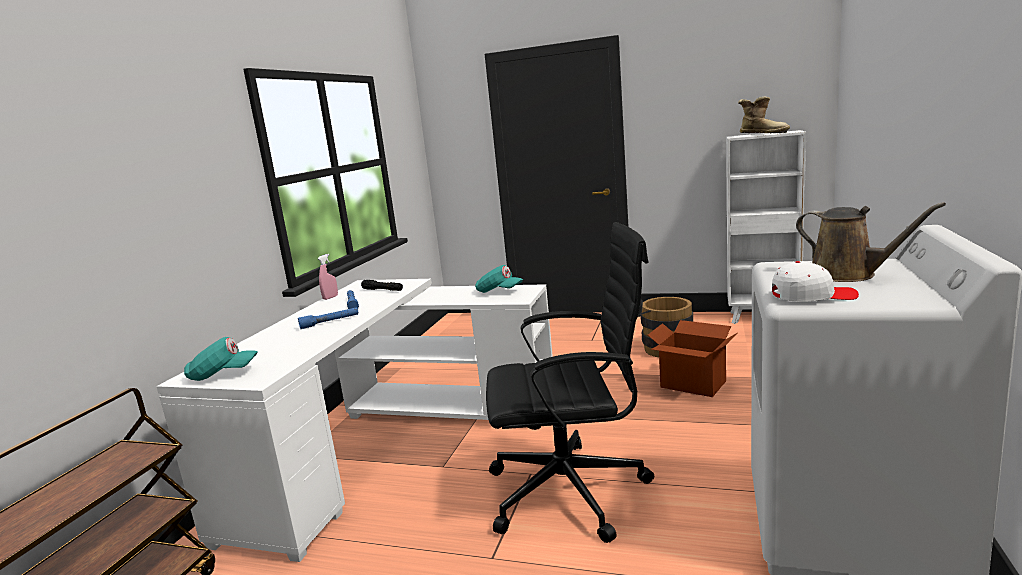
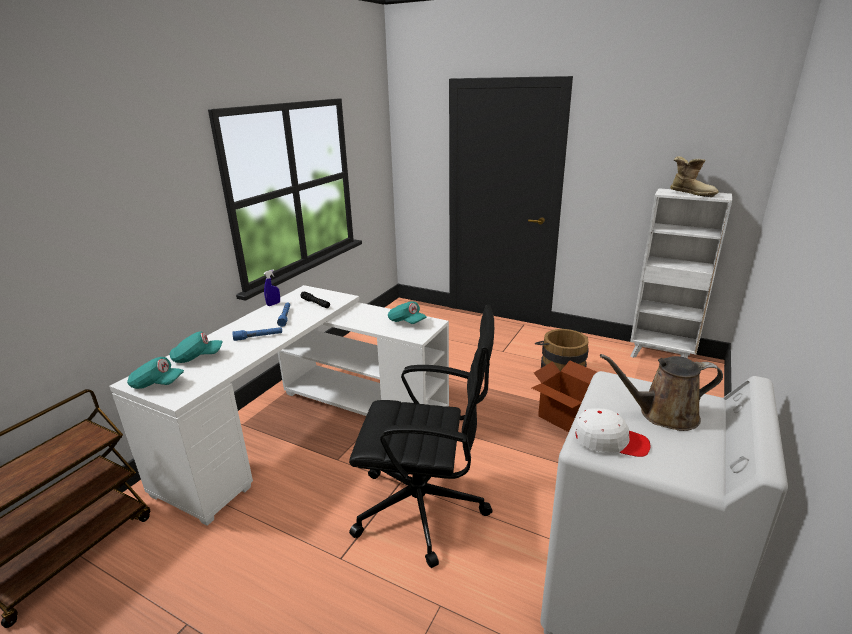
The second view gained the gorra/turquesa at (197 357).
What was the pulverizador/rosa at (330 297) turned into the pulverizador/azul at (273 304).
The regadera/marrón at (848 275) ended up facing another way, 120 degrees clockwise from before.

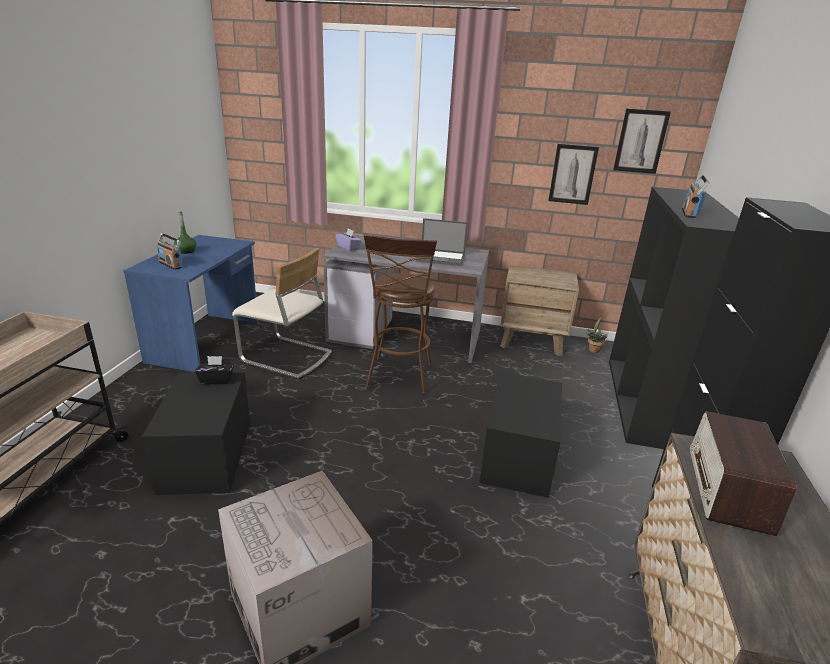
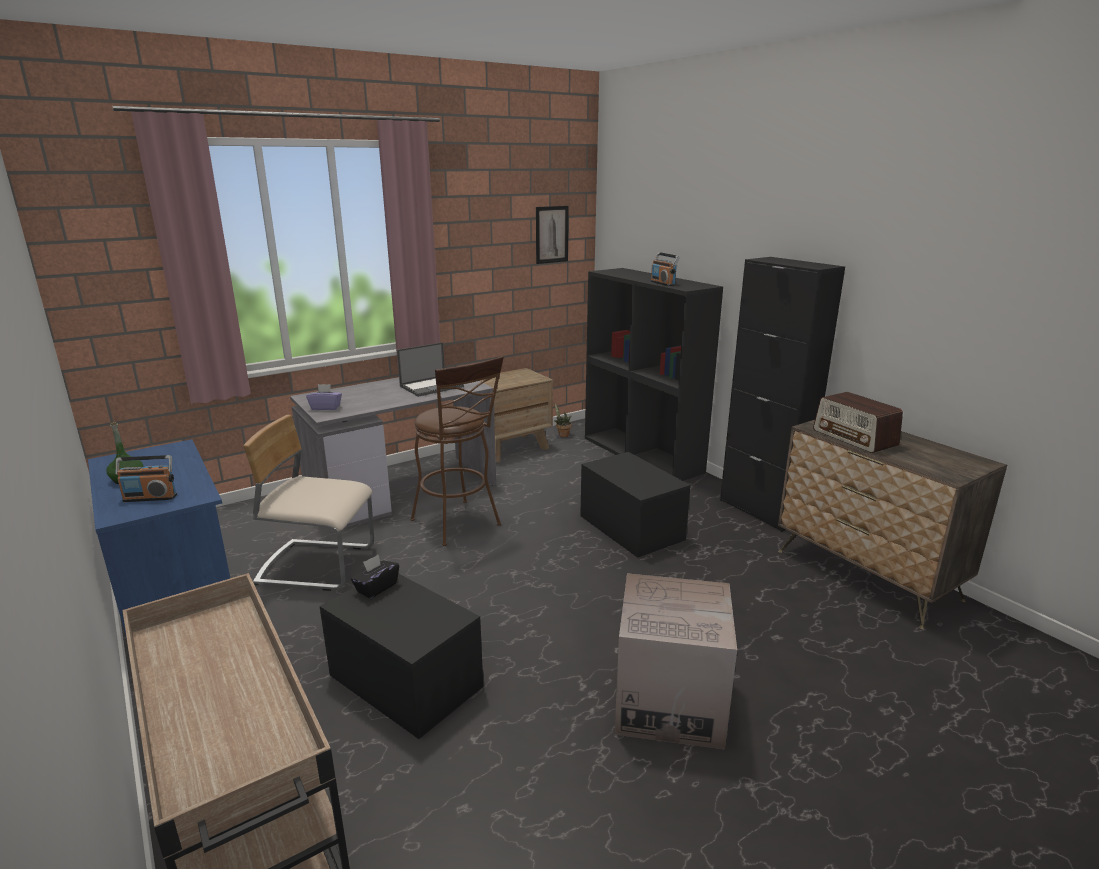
The second view lost the cuadro at (572 174).
The silla/beis at (286 358) ended up facing another way, 150 degrees counterclockwise from before.

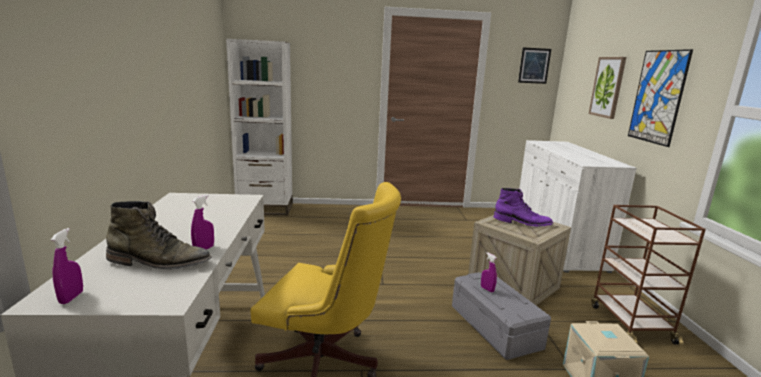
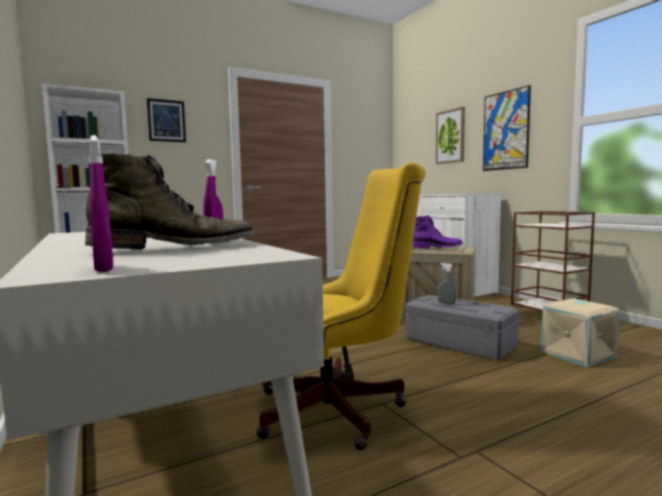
The cuadro ended up elsewhere, having gone from (534 65) to (166 120).
What was the pulverizador/morado at (487 289) turned into the pulverizador/gris at (446 303).

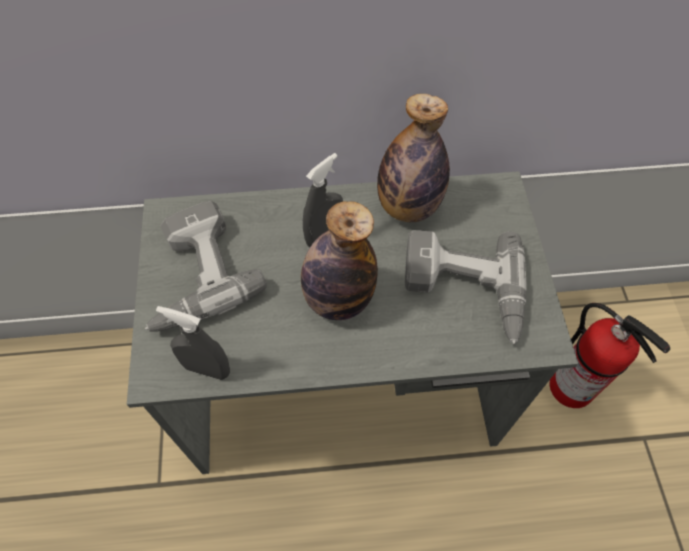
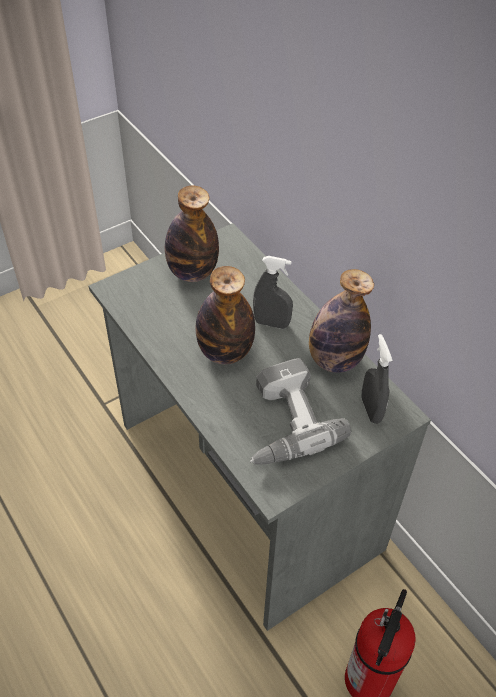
The pulverizador/gris ended up elsewhere, having gone from (207 369) to (371 410).
Where the taladro stood at (193 276), the botella came to stand at (192 272).

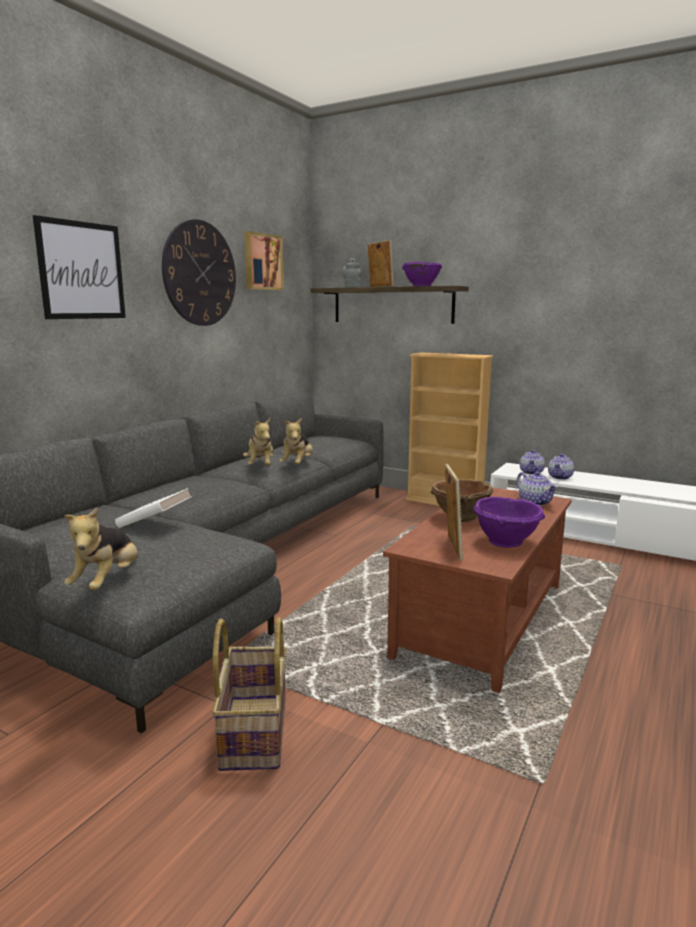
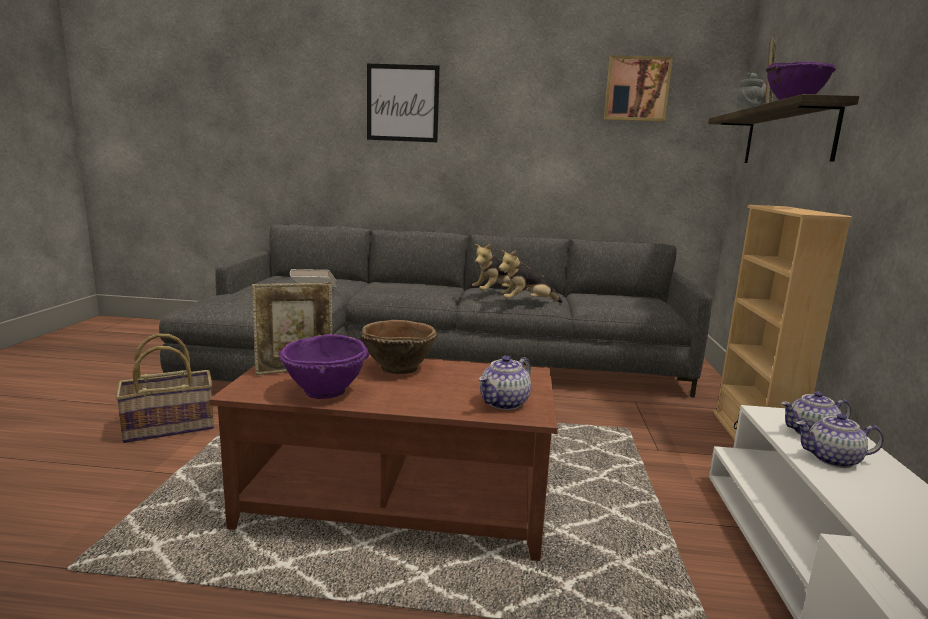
The second view lost the peluche at (107 582).
The second view lost the reloj de pared at (200 273).

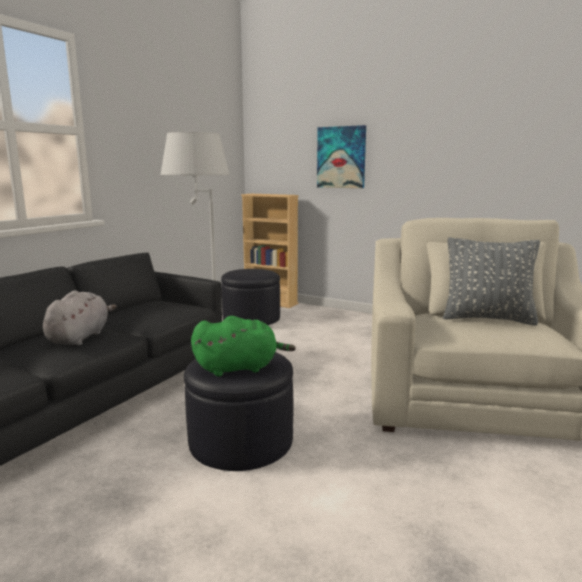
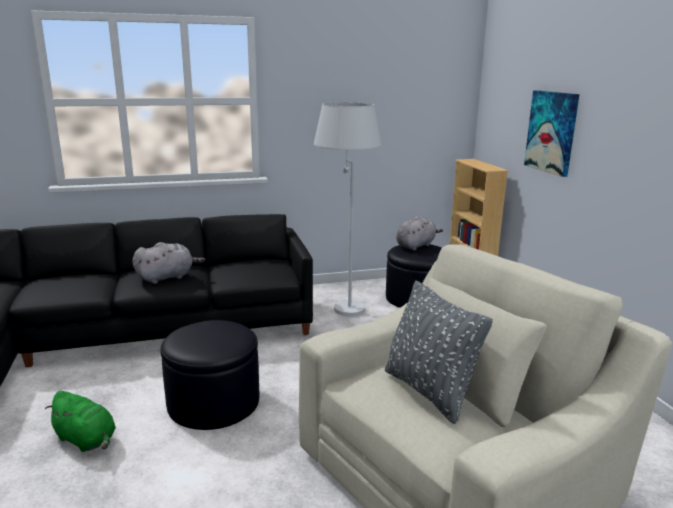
The second view gained the peluche/gris at (416 246).
The peluche/verde ended up elsewhere, having gone from (239 368) to (87 440).

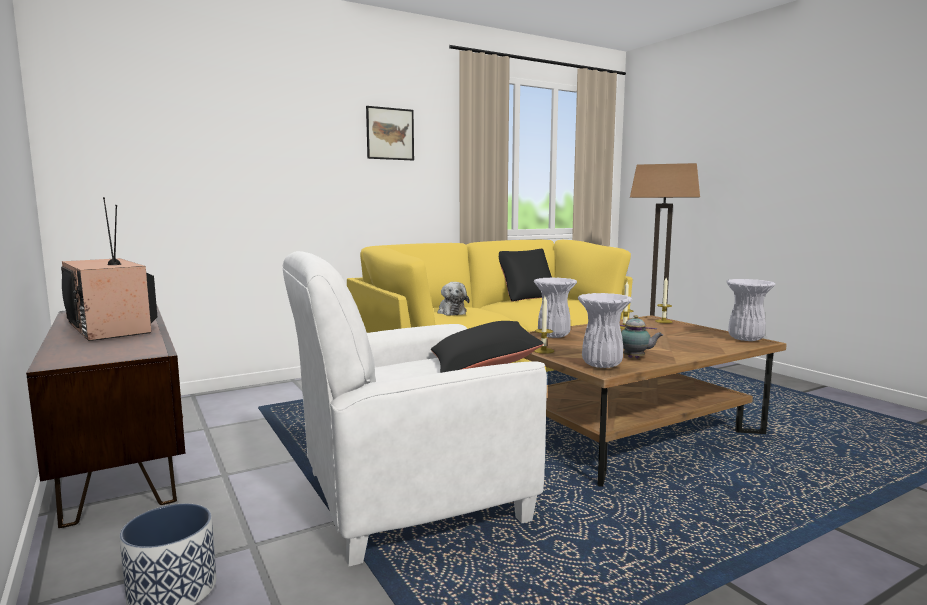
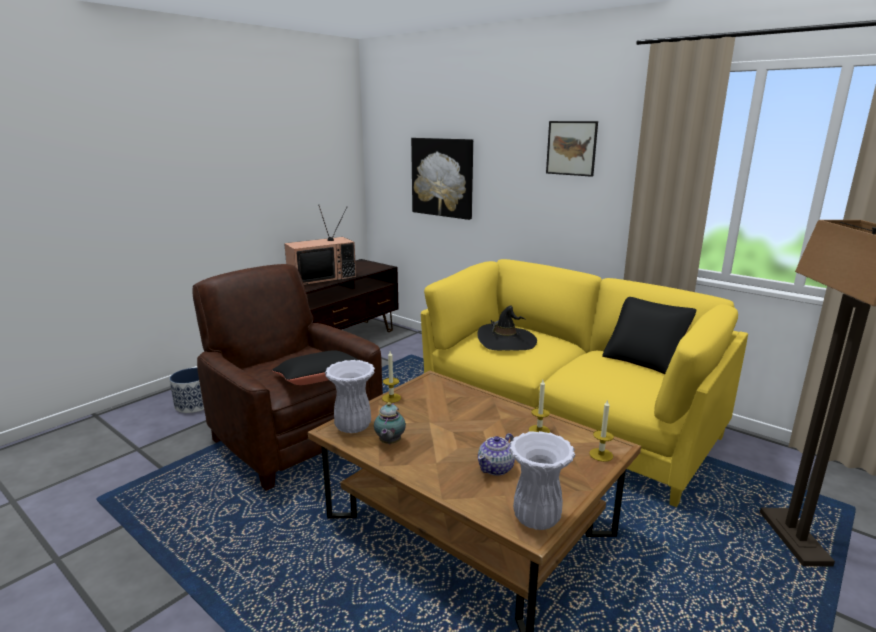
The second view lost the florero/blanco at (554 335).
The second view gained the cuadro at (442 177).
The second view gained the tetera at (496 468).
Where the peluche stood at (451 312), the sombrero/negro came to stand at (506 341).
What was the sillón/blanco at (409 496) turned into the sillón/marrón at (294 438).
The televisor at (111 327) ended up facing another way, 150 degrees counterclockwise from before.

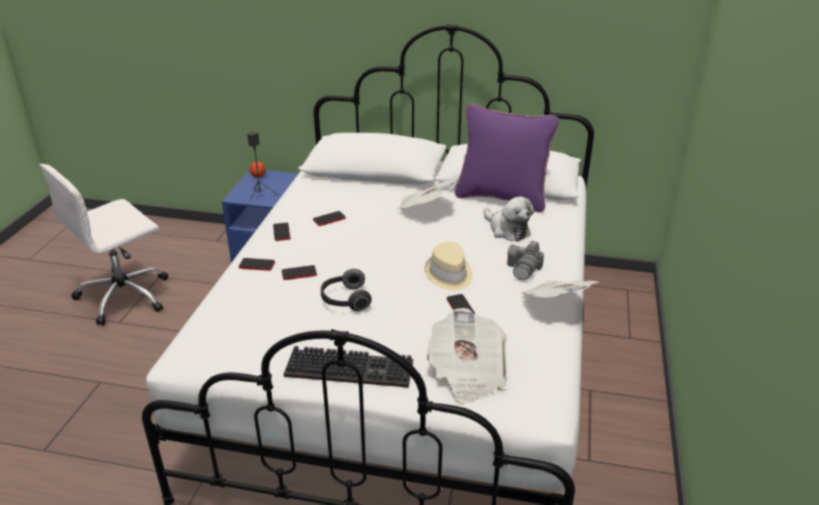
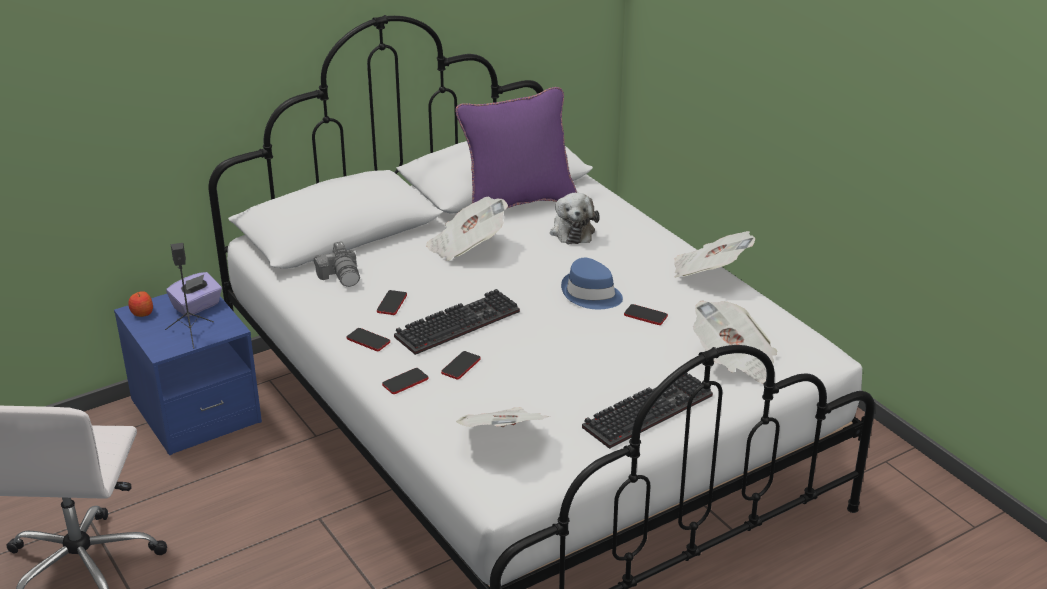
The second view lost the auriculares at (345 300).
The second view gained the caja de pañuelos/morado at (197 306).
The second view gained the teclado at (458 322).
The second view gained the periódico at (503 437).
The cámara ended up elsewhere, having gone from (524 269) to (341 276).
What was the sombrero/beis at (448 274) turned into the sombrero/azul at (591 295).
The peluche at (507 230) ended up facing another way, 75 degrees clockwise from before.

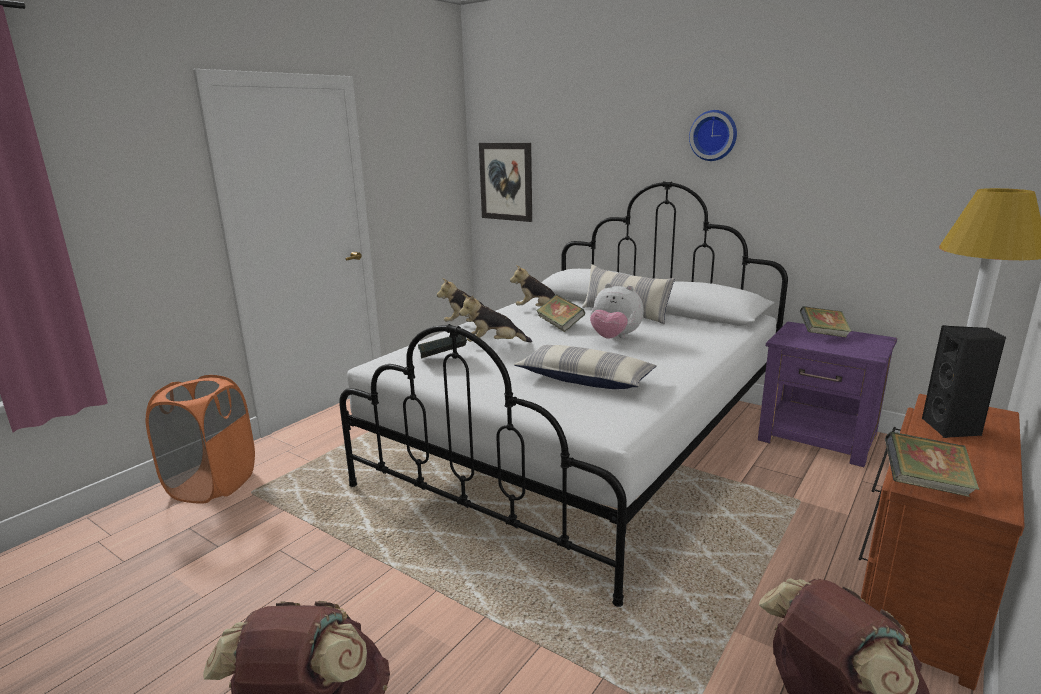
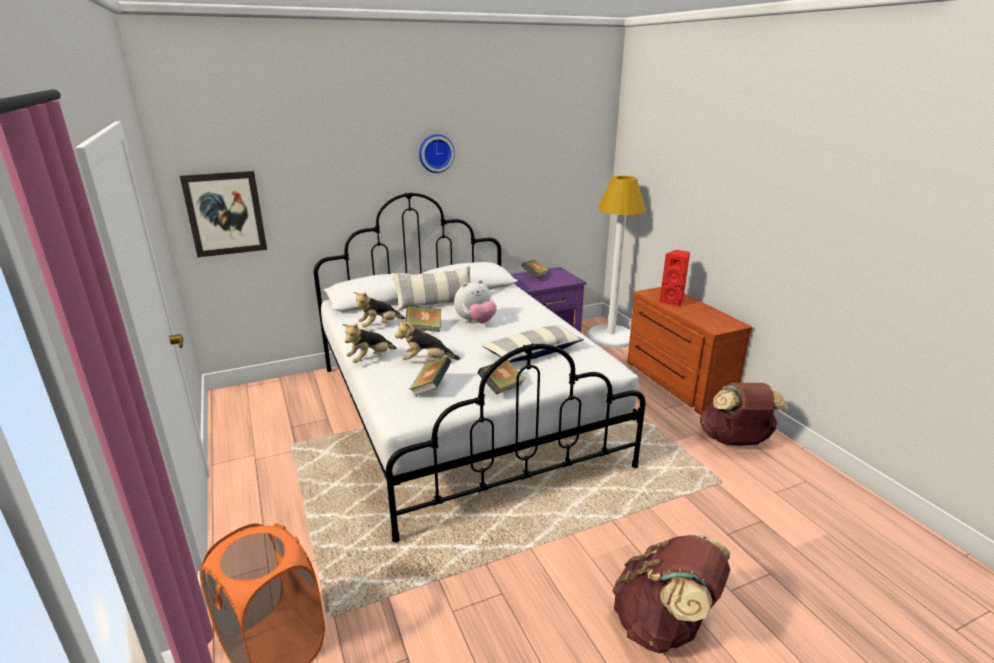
The libro ended up elsewhere, having gone from (925 485) to (501 389).
What was the altavoz/negro at (952 429) turned into the altavoz/rojo at (673 301).
The peluche at (494 344) ended up facing another way, 60 degrees clockwise from before.

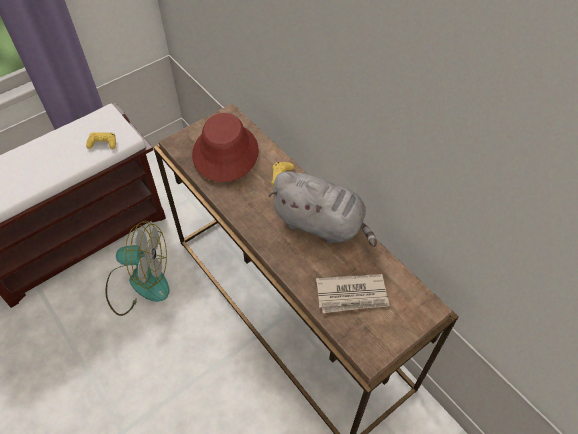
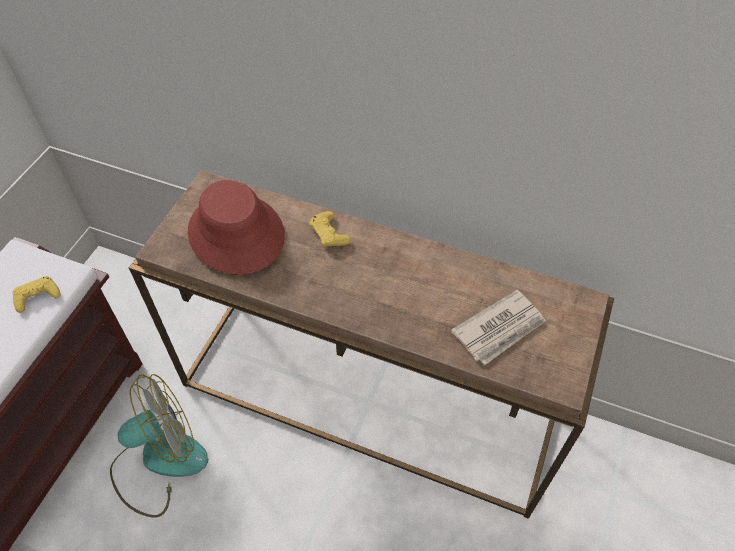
The second view lost the peluche/gris at (321 224).

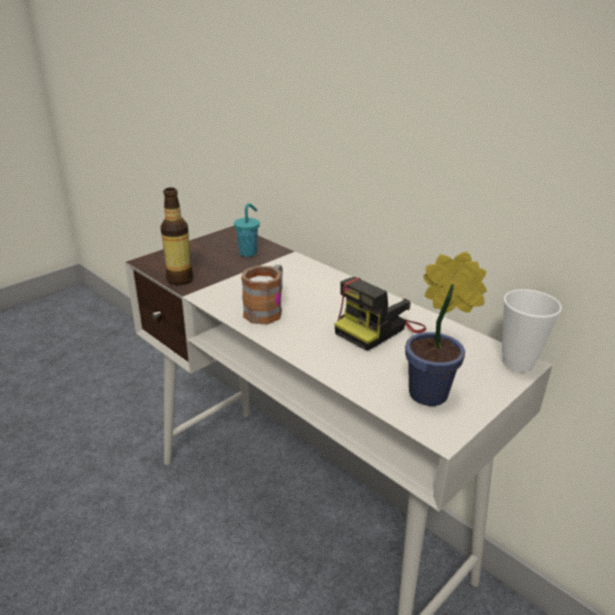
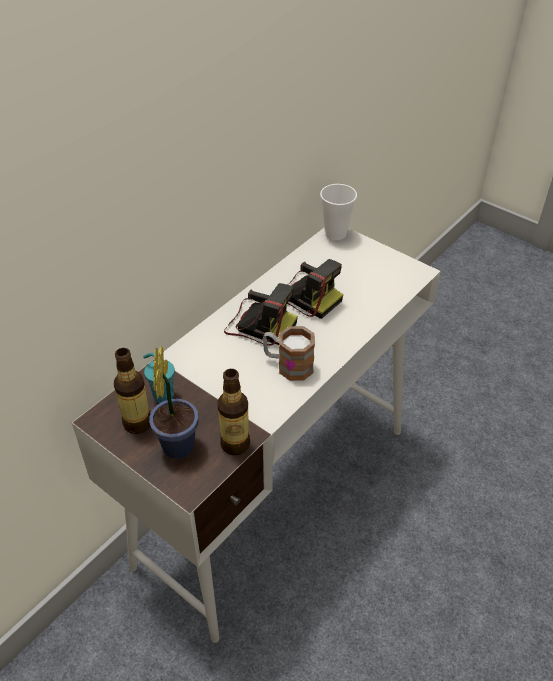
The second view gained the botella at (137 423).
The second view gained the cámara at (259 324).
The planta en maceta ended up elsewhere, having gone from (433 395) to (179 442).

